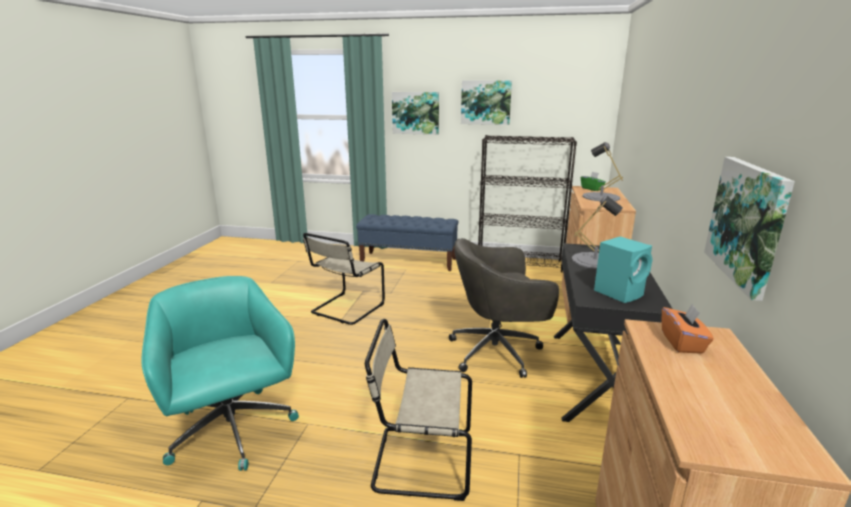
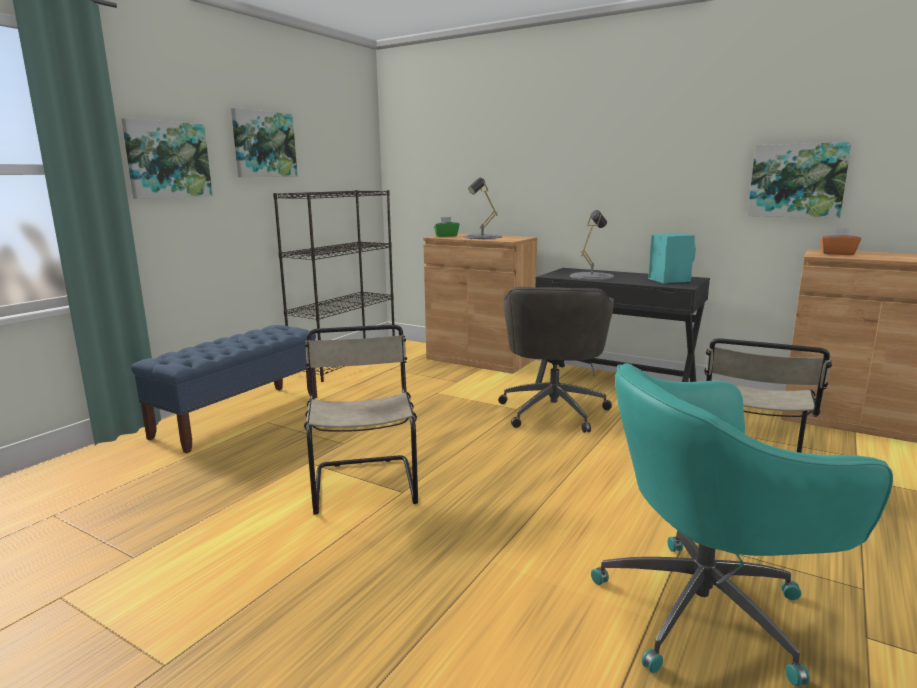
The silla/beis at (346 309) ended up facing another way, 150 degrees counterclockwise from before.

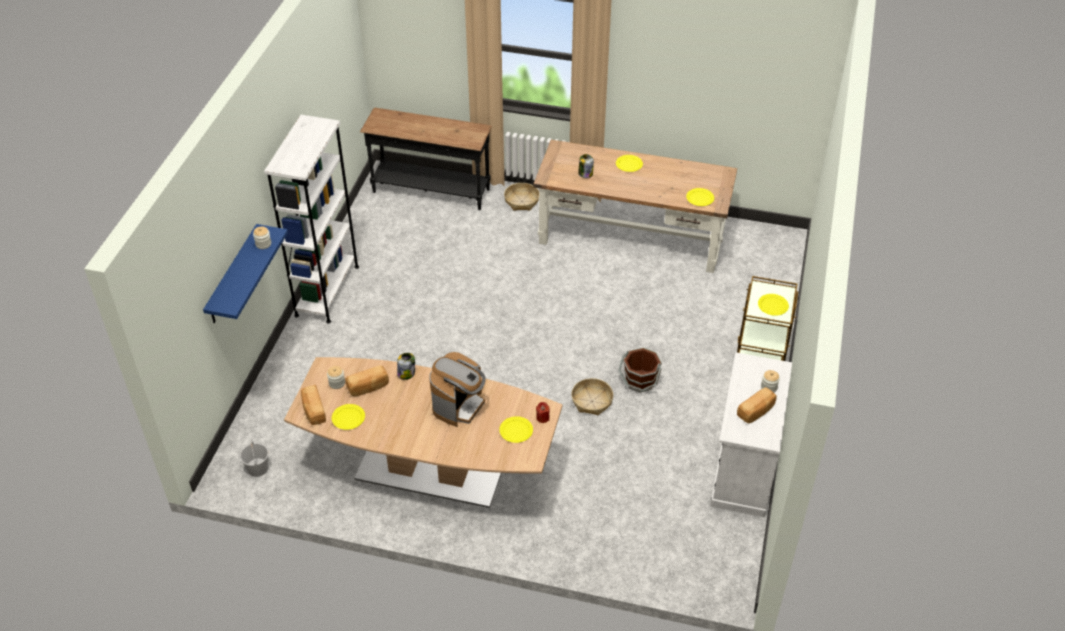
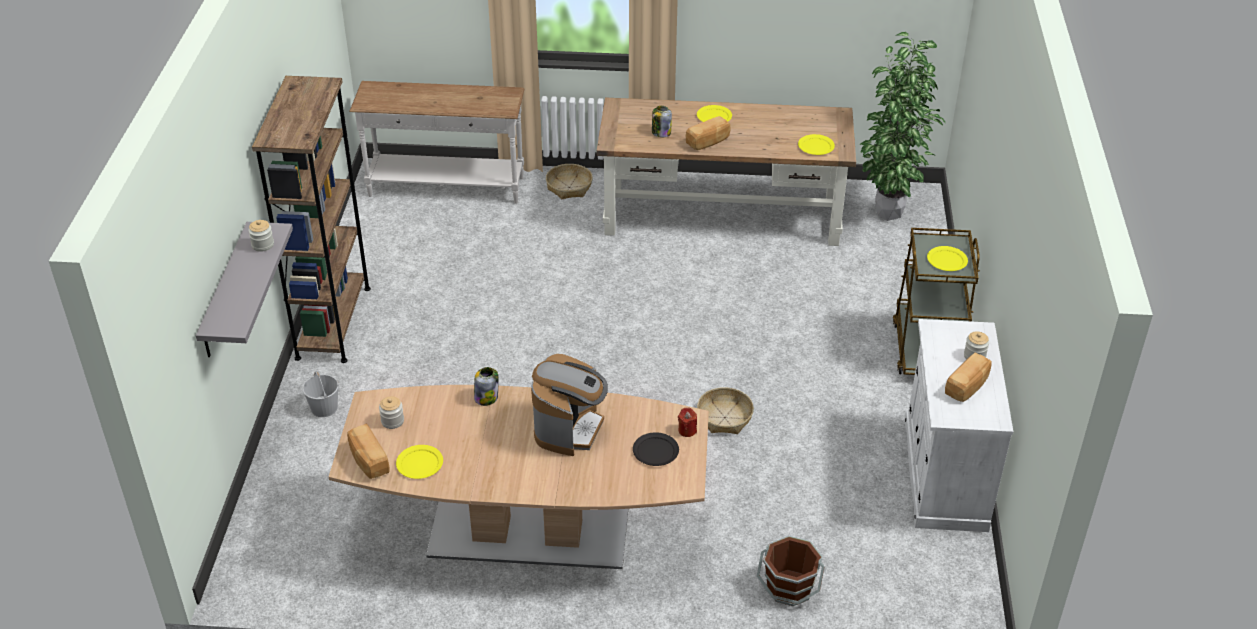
The second view gained the planta en maceta at (888 211).
The cubo/blanco ended up elsewhere, having gone from (257 468) to (324 407).
The pan ended up elsewhere, having gone from (368 387) to (708 142).
The cubo/marrón ended up elsewhere, having gone from (640 381) to (789 588).
What was the estante/azul at (233 276) turned into the estante/gris at (225 292).
What was the estantería/blanco at (327 290) turned into the estantería/marrón at (333 322).
What was the mesa consola/negro at (430 191) turned into the mesa consola/blanco at (446 188).
What was the plato/amarillo at (516 431) turned into the plato/negro at (656 451).

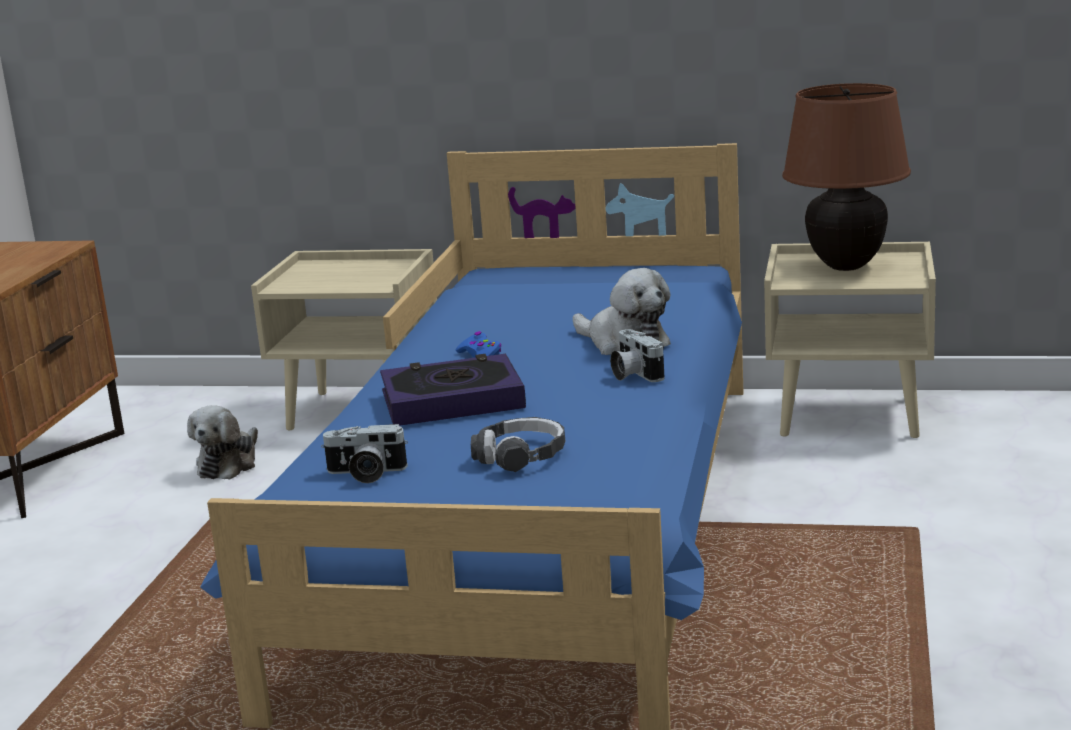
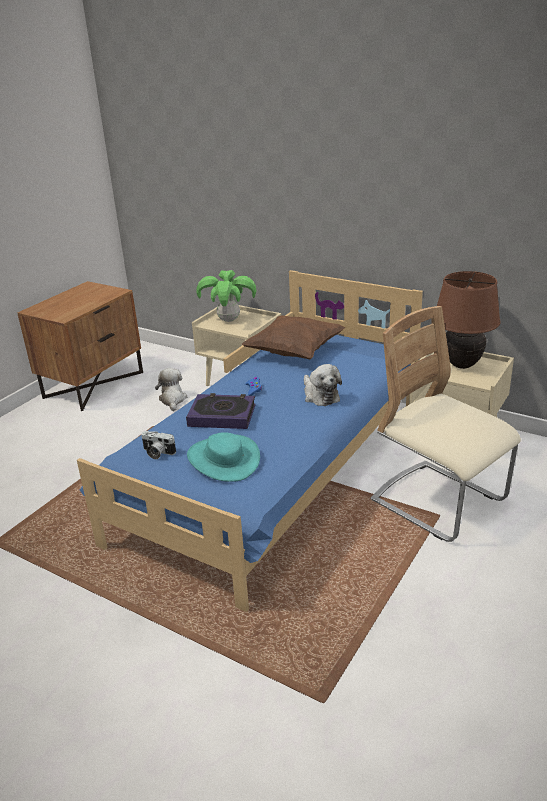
The second view lost the cámara at (633 374).
The second view gained the planta en maceta at (229 320).
The second view gained the cojín/marrón at (294 352).
The second view gained the silla/beis at (438 502).
Where the auriculares stood at (520 456), the sombrero/turquesa came to stand at (224 459).
The peluche at (229 464) ended up facing another way, 135 degrees clockwise from before.

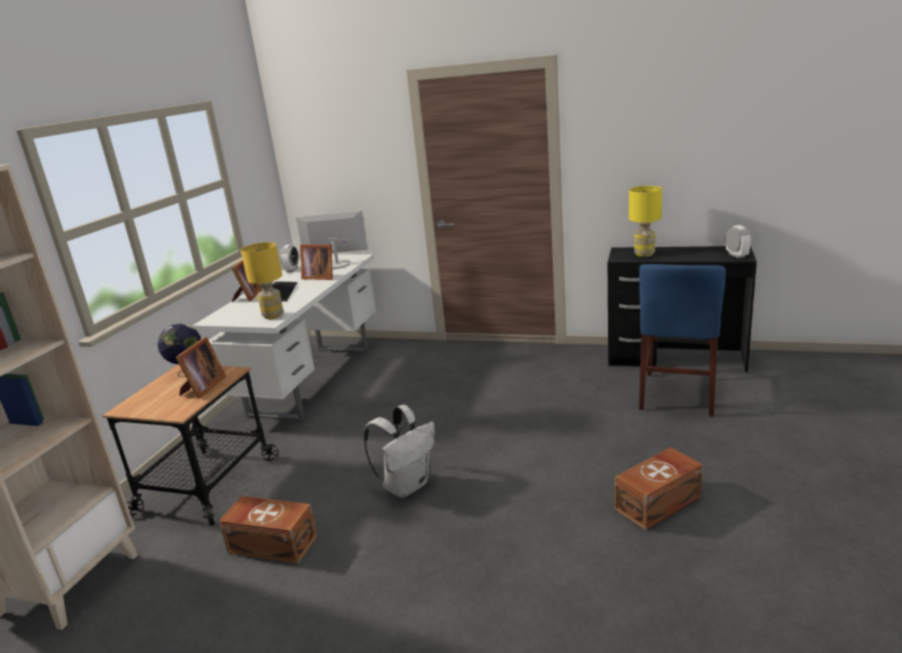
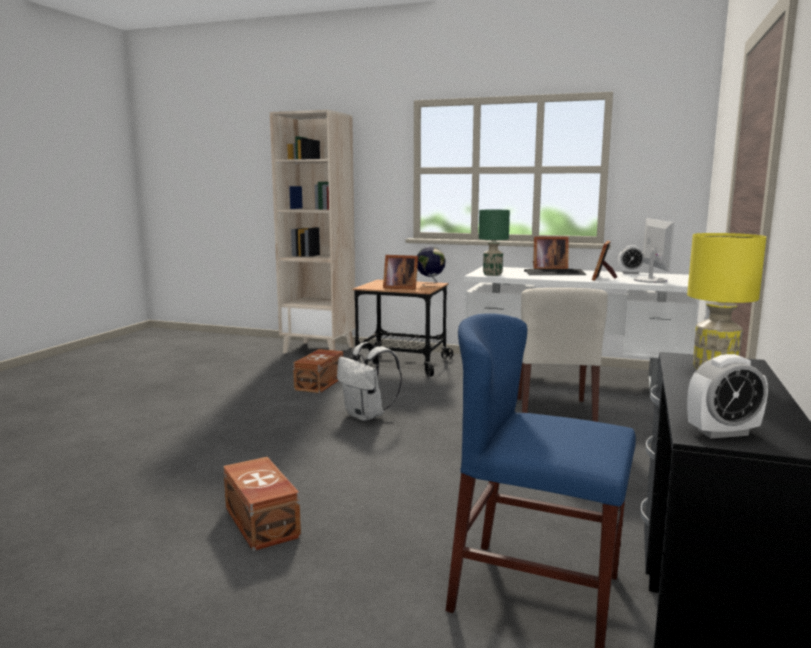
The second view gained the silla/beis at (554 413).
What was the lámpara de mesa/amarillo at (273 316) turned into the lámpara de mesa/verde at (492 274).

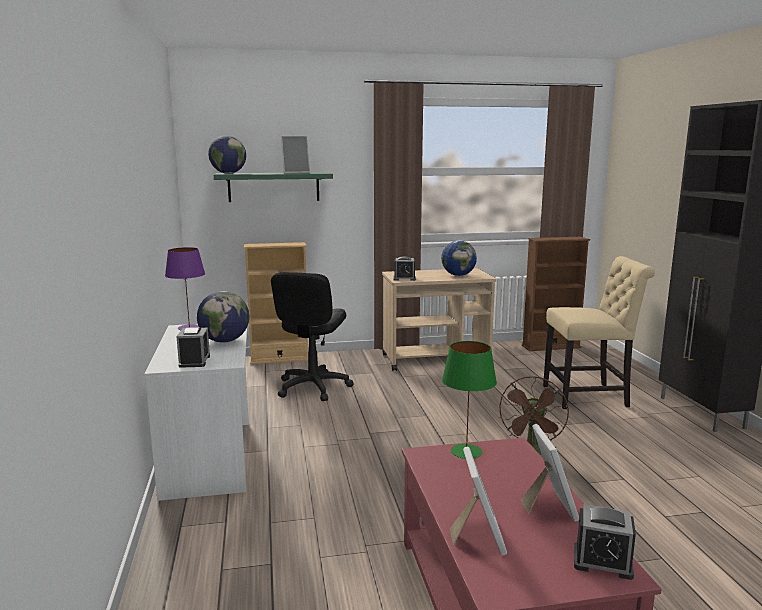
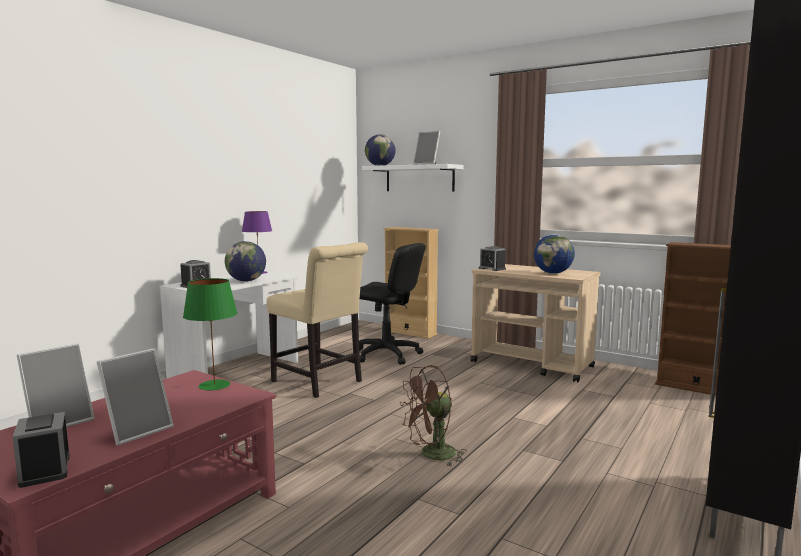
The silla/beis ended up elsewhere, having gone from (589 396) to (320 383).
What was the estante/verde at (274 187) turned into the estante/blanco at (419 178).
The silla de oficina/negro at (313 387) ended up facing another way, 120 degrees counterclockwise from before.

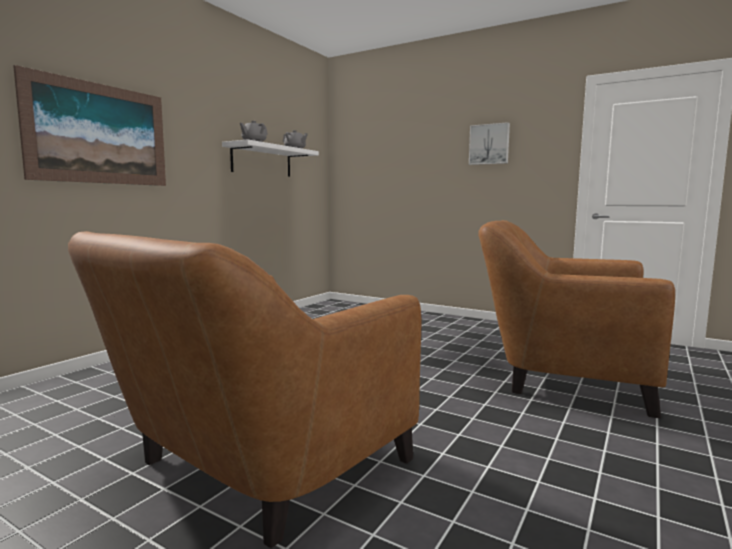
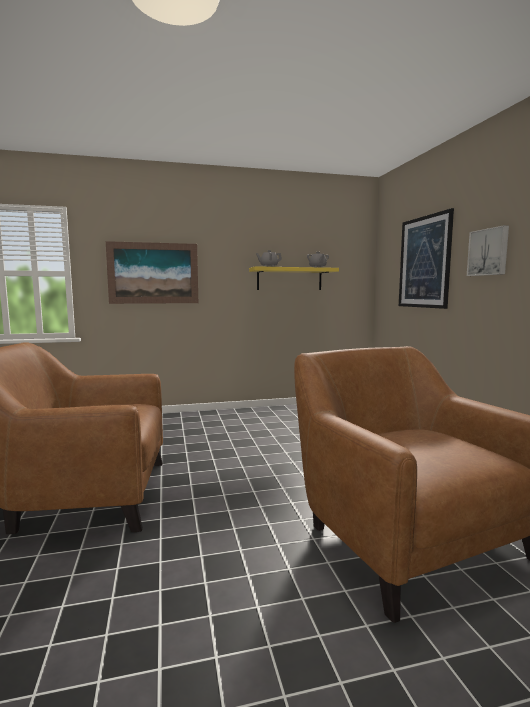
The second view gained the cuadro at (424 262).
What was the estante/blanco at (262 161) turned into the estante/amarillo at (289 279).

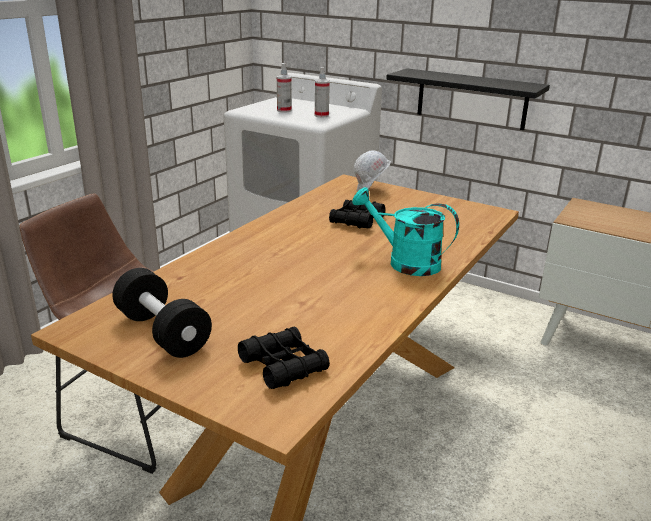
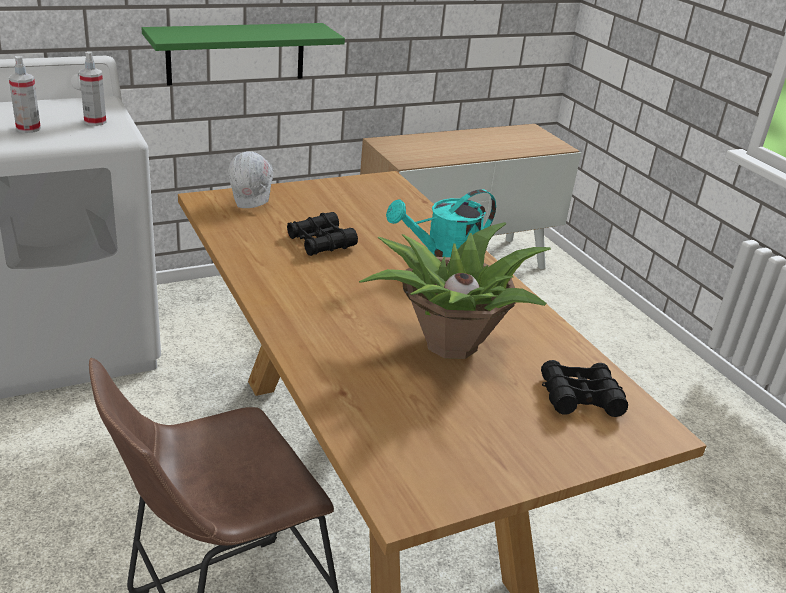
The second view lost the mancuerna/negro at (163 332).
The second view gained the planta en maceta at (448 345).
What was the estante/negro at (471 99) turned into the estante/verde at (236 53).

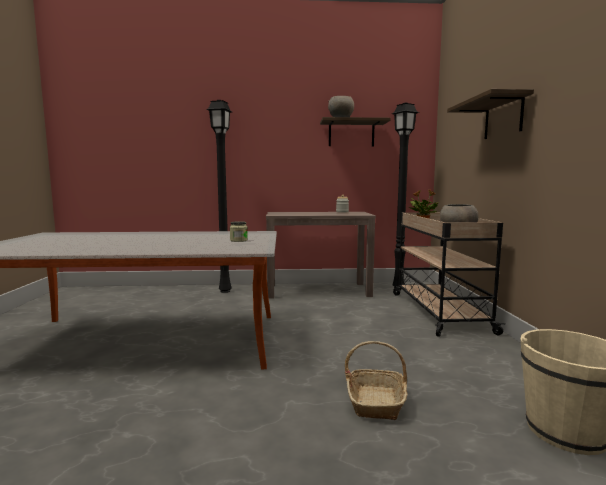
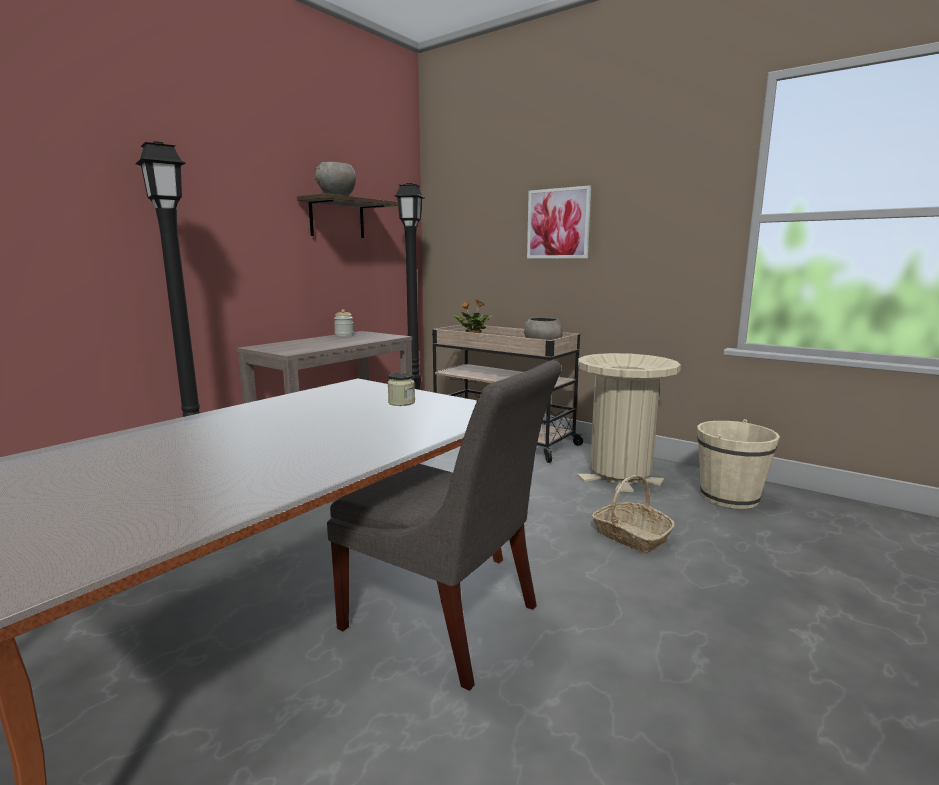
The second view gained the silla/gris at (446 621).
The second view gained the papelera/beis at (620 475).
Where the estante hung at (503 118), the cuadro came to hang at (558 223).

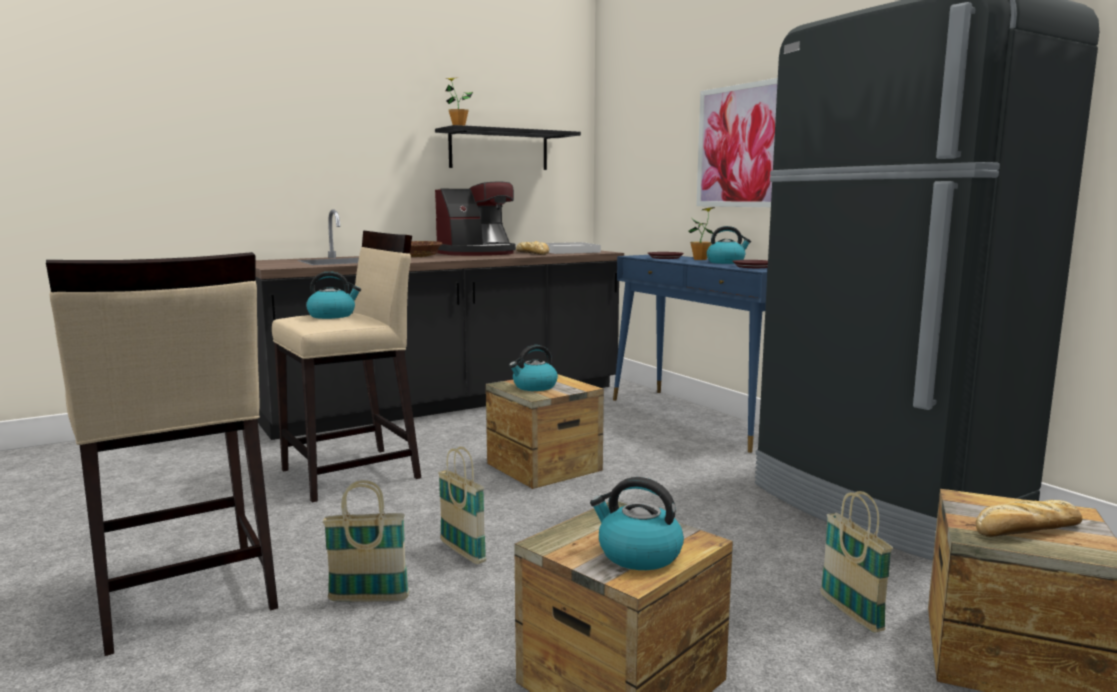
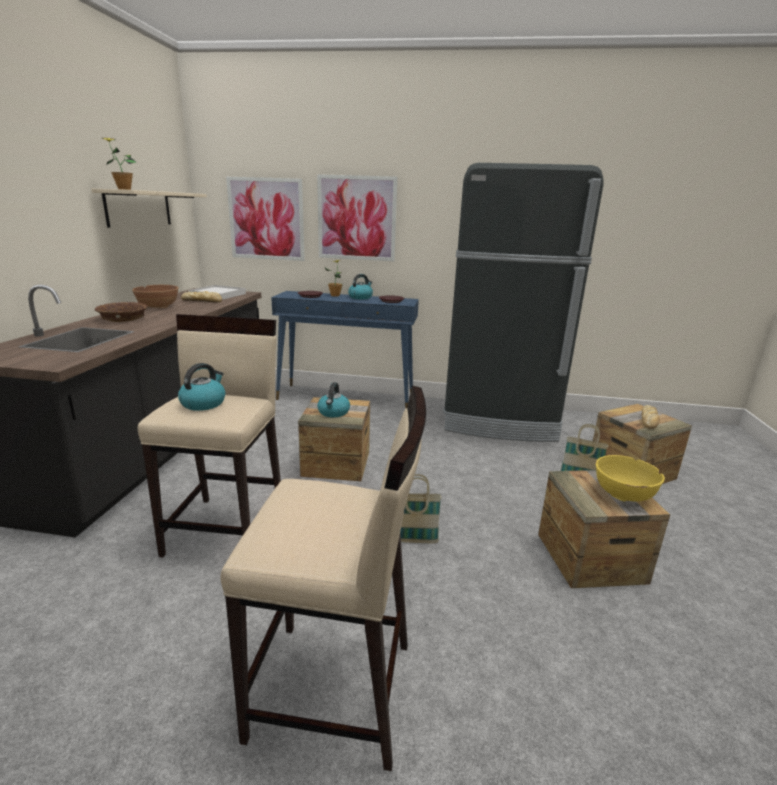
The second view lost the cesta at (368 599).
The second view gained the cuadro at (266 219).
Where the cafetera stood at (477 253), the cuenco/marrón came to stand at (158 307).
Where the hervidor stood at (638 554), the cuenco/amarillo came to stand at (623 494).
What was the estante/negro at (499 150) turned into the estante/beis at (139 208).

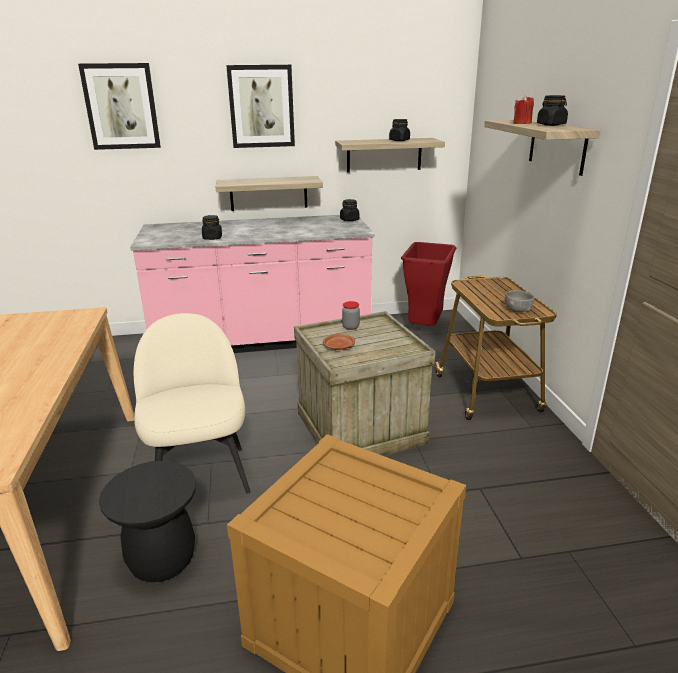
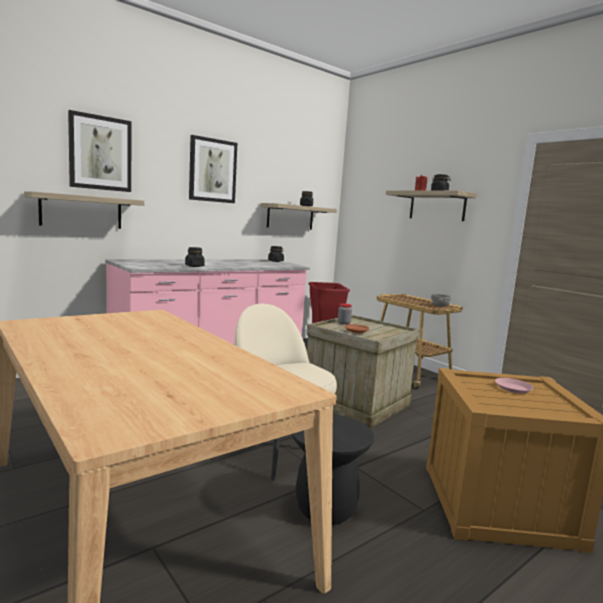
The second view gained the plato/rosa at (513 388).
The estante ended up elsewhere, having gone from (268 193) to (81 211).

